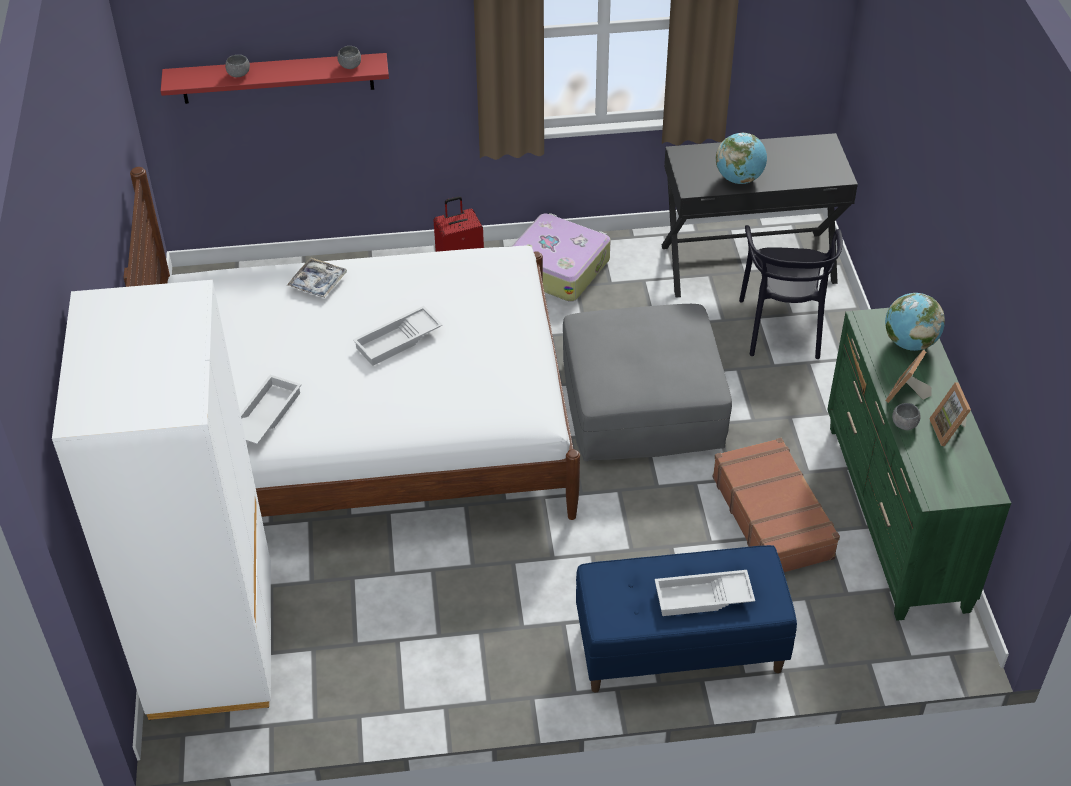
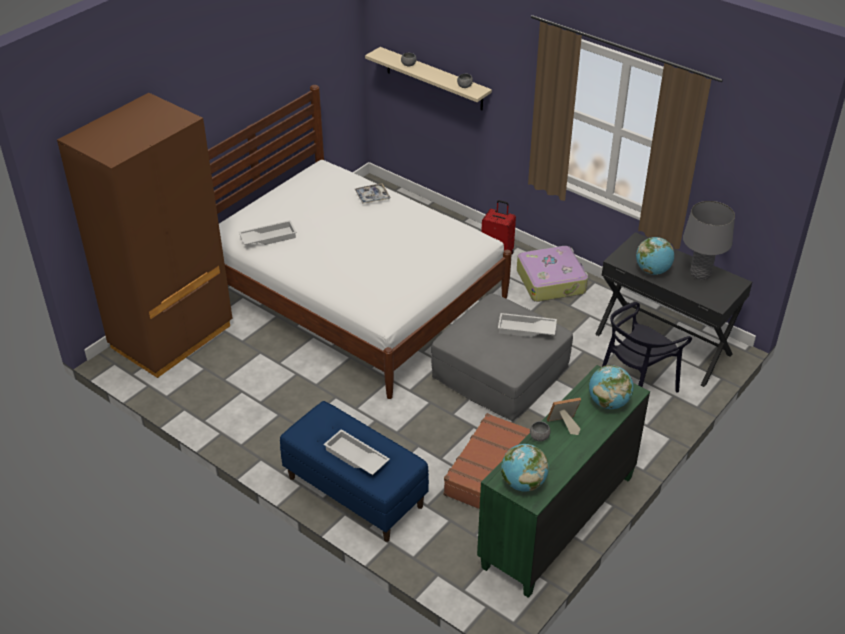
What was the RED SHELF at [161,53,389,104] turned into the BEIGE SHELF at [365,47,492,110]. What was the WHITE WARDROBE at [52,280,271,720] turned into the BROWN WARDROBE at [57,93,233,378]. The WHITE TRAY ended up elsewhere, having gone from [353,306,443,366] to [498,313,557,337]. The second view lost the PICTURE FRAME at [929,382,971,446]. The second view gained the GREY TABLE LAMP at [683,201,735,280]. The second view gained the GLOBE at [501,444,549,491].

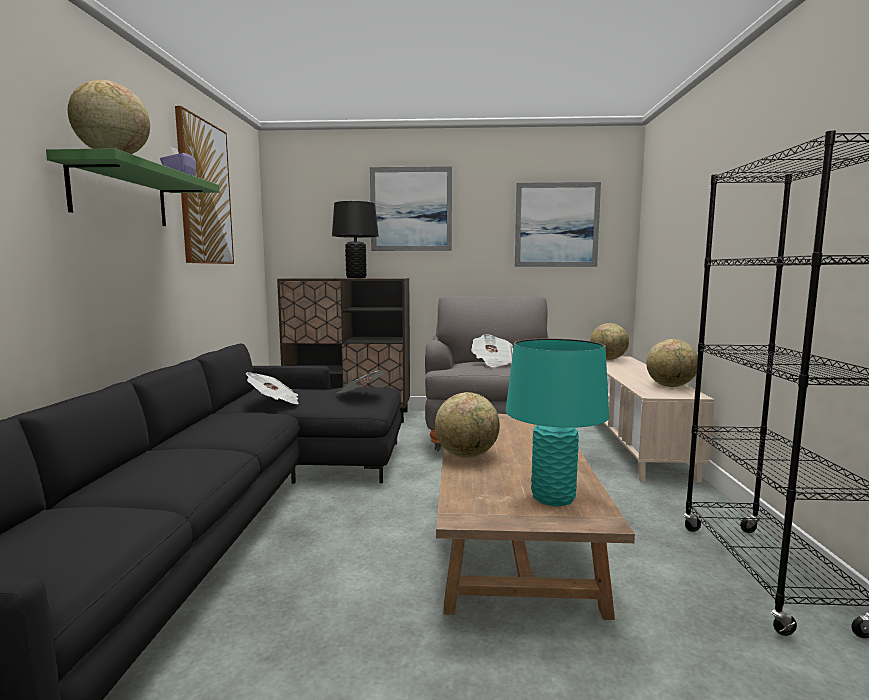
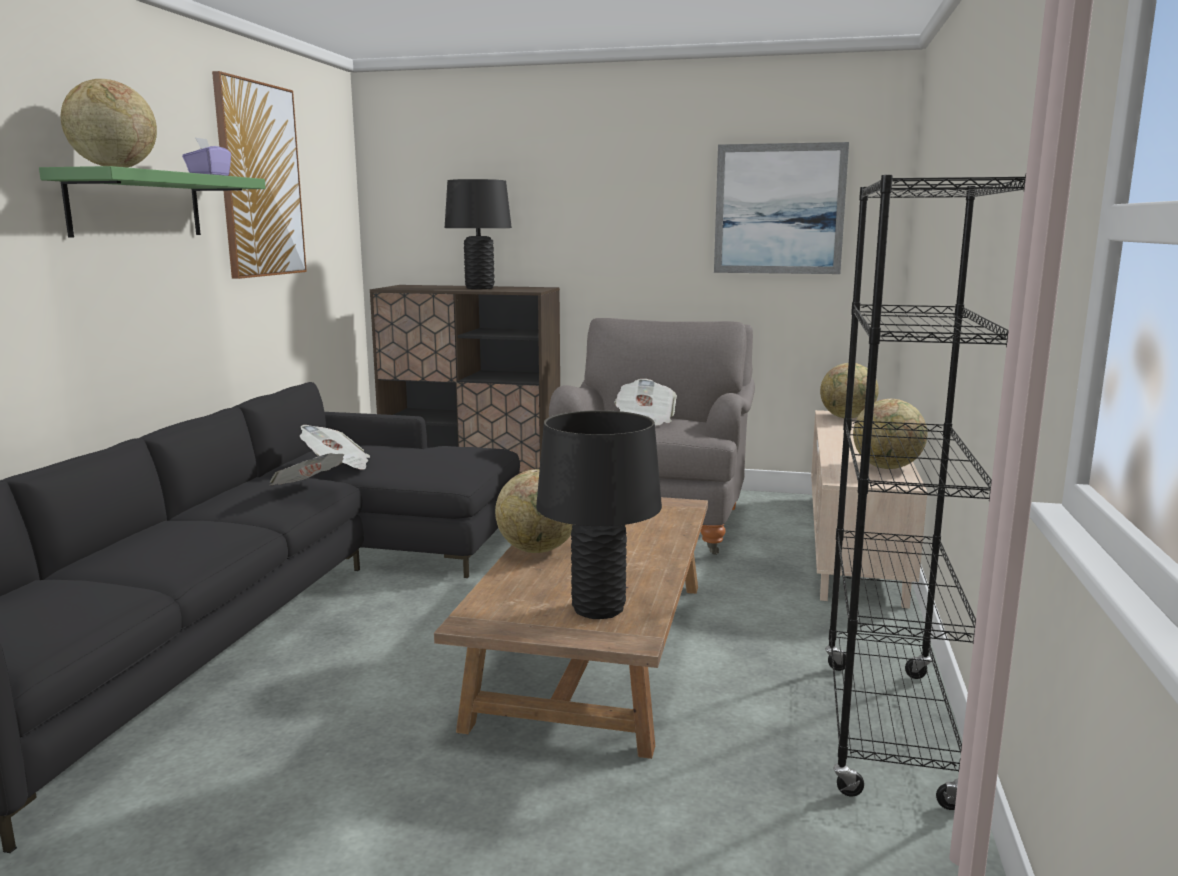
The second view lost the PICTURE at [370,166,452,251]. What was the TURQUOISE TABLE LAMP at [506,338,609,506] turned into the BLACK TABLE LAMP at [536,410,662,619]. The NEWSPAPER ended up elsewhere, having gone from [336,369,386,393] to [270,453,344,485].

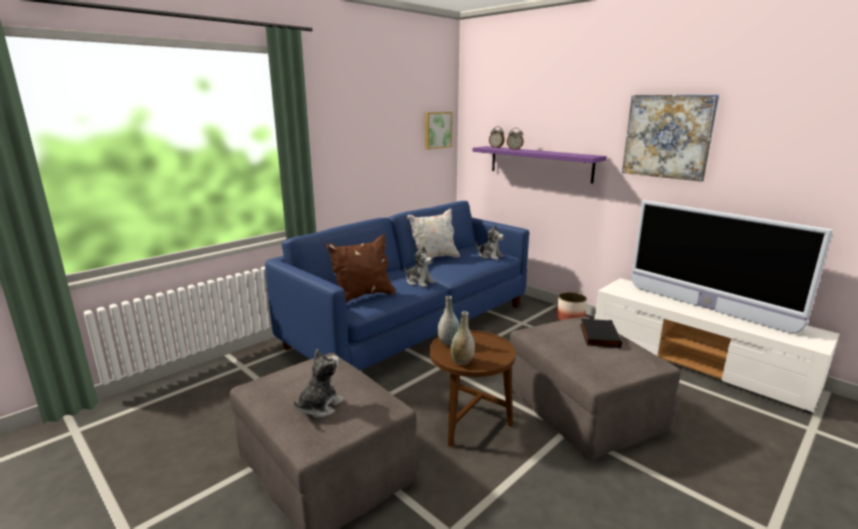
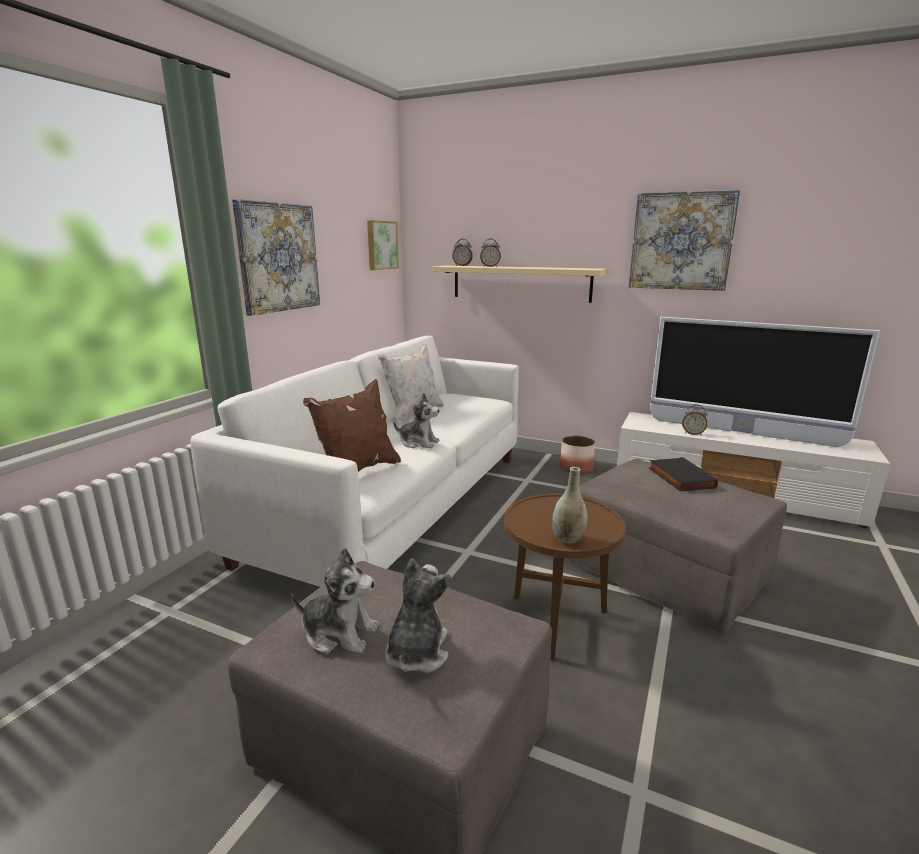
What was the PURPLE SHELF at [472,146,606,184] turned into the BEIGE SHELF at [433,266,607,303]. What was the BLUE SOFA at [265,201,529,371] turned into the WHITE SOFA at [190,336,519,587]. The PLUSH TOY ended up elsewhere, having gone from [476,225,504,260] to [291,548,379,654]. The second view lost the GREY VASE at [438,296,460,345]. The second view gained the PICTURE at [232,199,320,316]. The second view gained the ALARM CLOCK at [682,404,708,435].

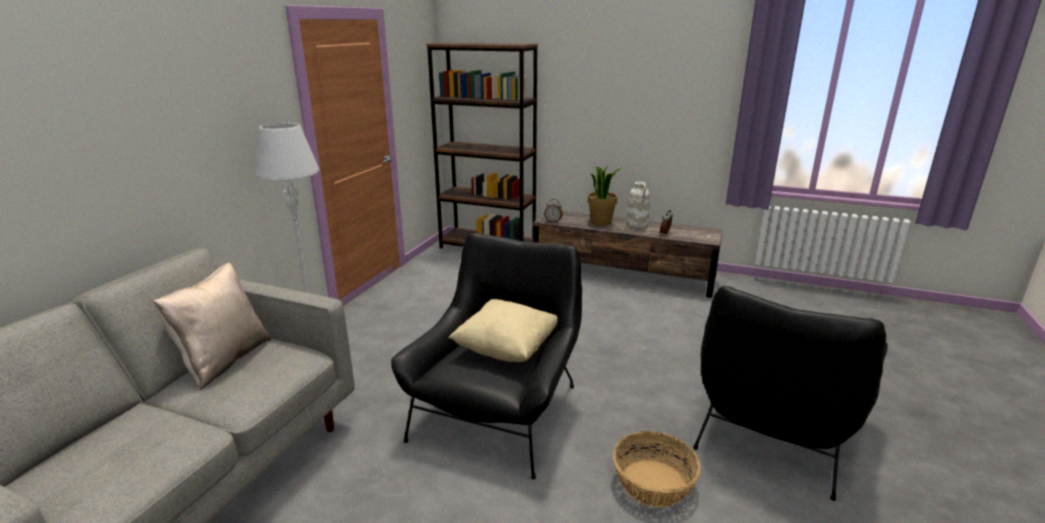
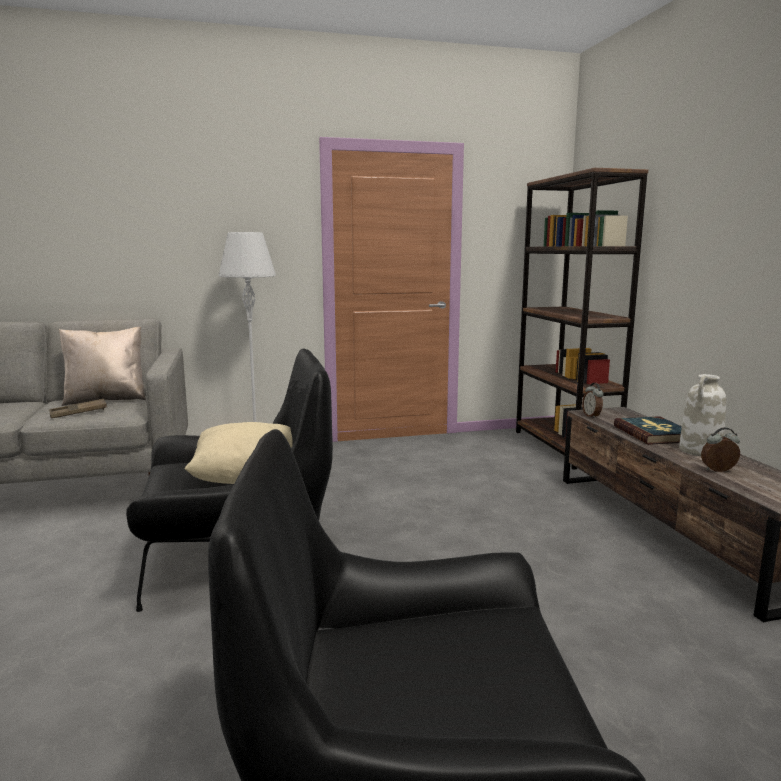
Where the POTTED PLANT stood at [587,166,623,226], the BOOK came to stand at [614,416,682,445]. The second view lost the BASKET at [613,431,701,507]. The second view gained the BROWN TRAY at [49,399,107,418].

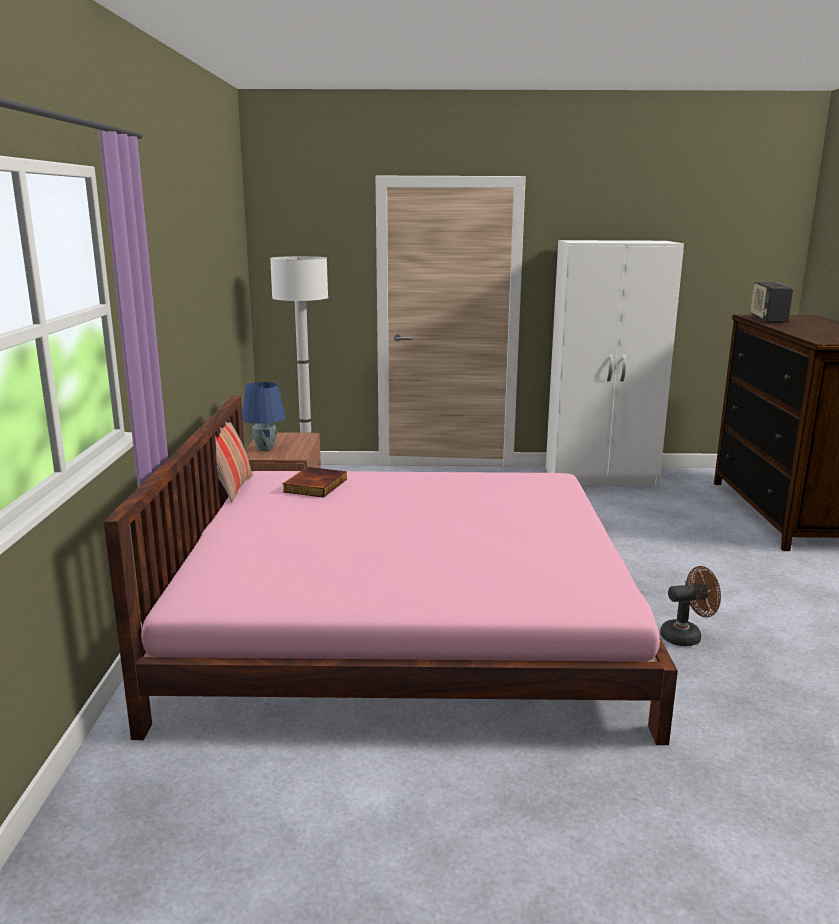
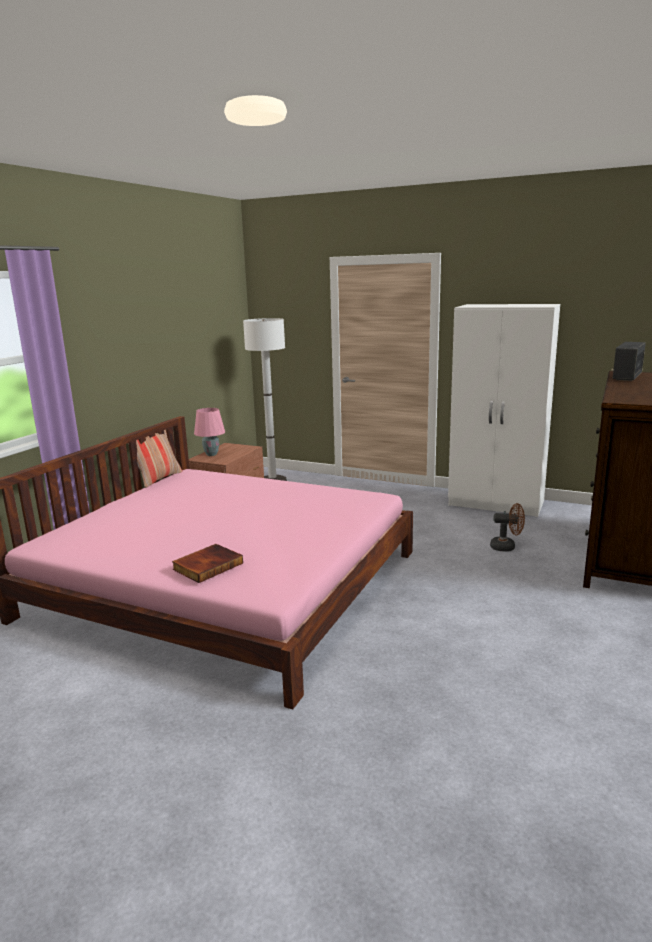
What was the BLUE TABLE LAMP at [242,382,286,451] turned into the PINK TABLE LAMP at [194,408,225,456]. The BOOK ended up elsewhere, having gone from [282,467,347,497] to [172,544,243,583]. The BROWN FAN ended up elsewhere, having gone from [660,566,721,646] to [490,503,525,552].

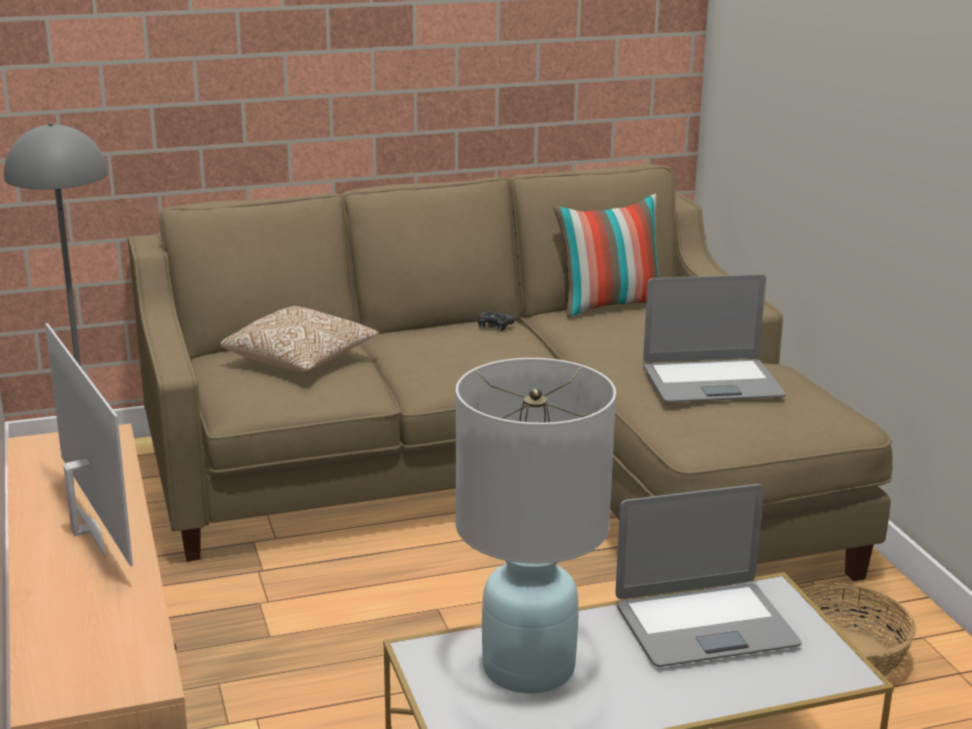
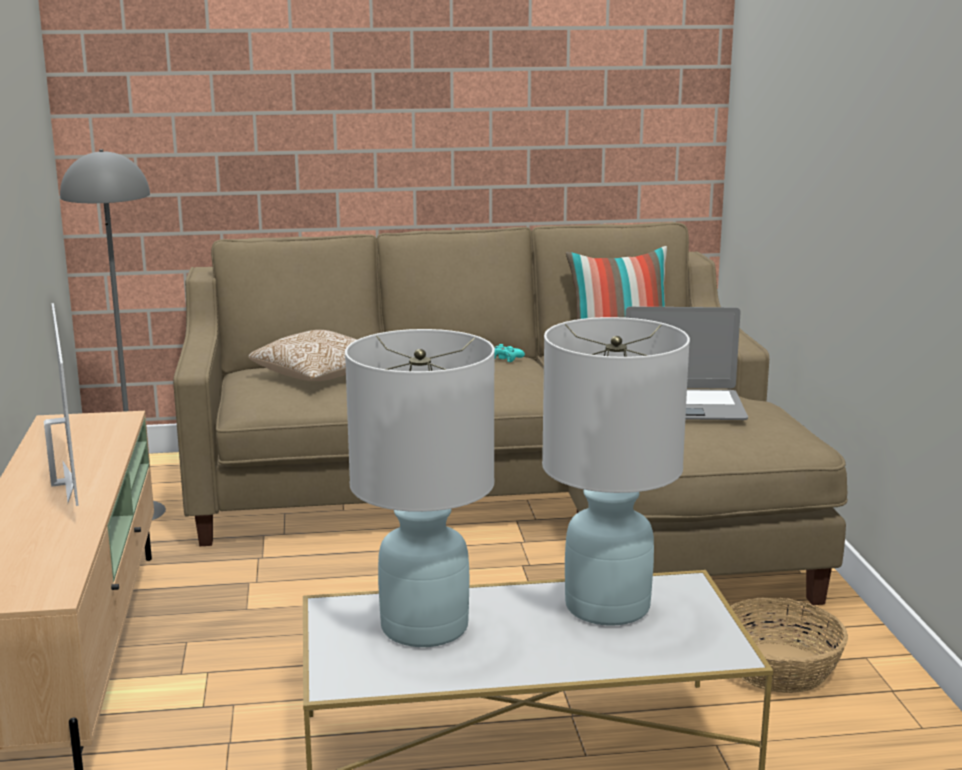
What was the BLACK GAME CONTROLLER at [478,310,515,331] turned into the TURQUOISE GAME CONTROLLER at [494,344,525,362]. Where the LAPTOP stood at [615,484,802,667], the WHITE TABLE LAMP came to stand at [542,317,690,625].

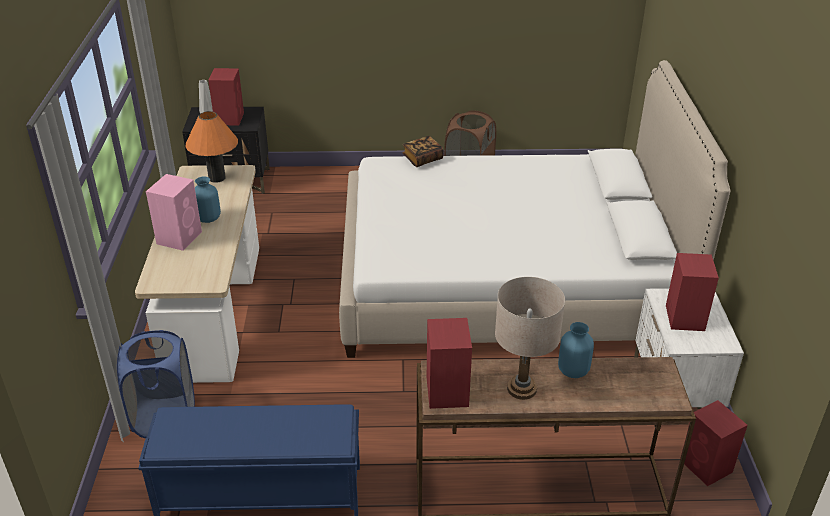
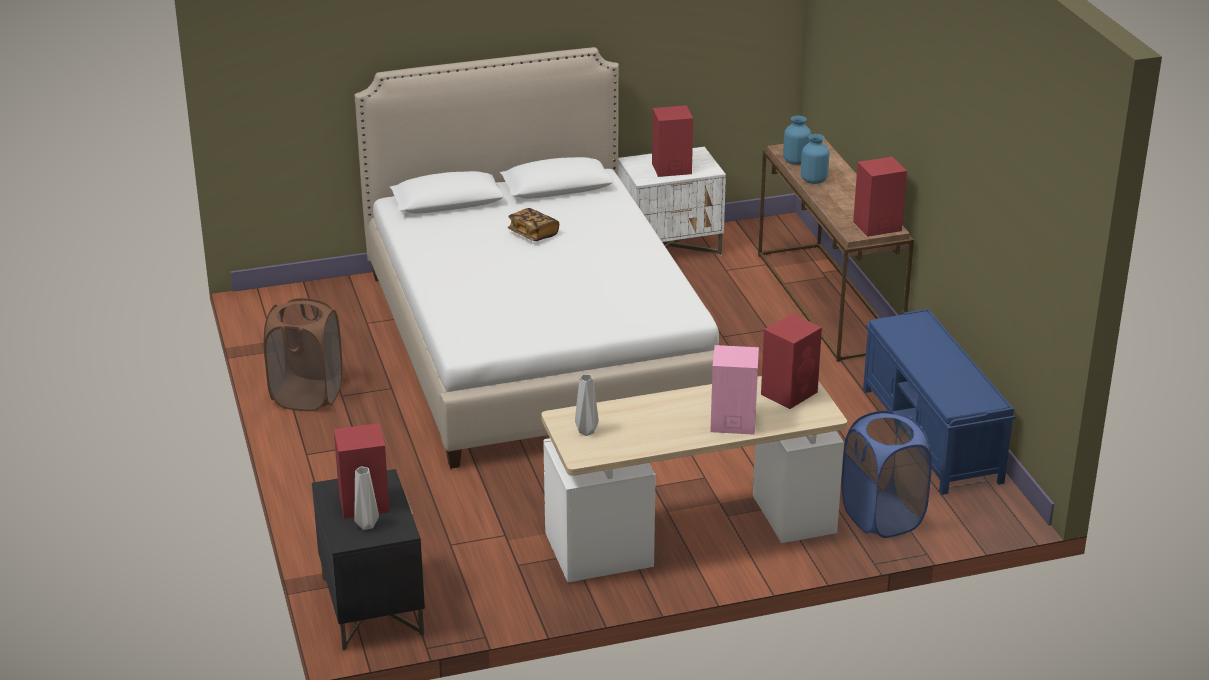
Where the ORANGE TABLE LAMP stood at [186,111,238,183], the GREY VASE came to stand at [575,374,599,436]. The BOOK ended up elsewhere, having gone from [402,136,444,167] to [508,208,559,241]. The BLUE VASE ended up elsewhere, having gone from [195,177,221,223] to [783,116,811,165]. The second view lost the BEIGE TABLE LAMP at [495,277,565,400]. The RED SPEAKER ended up elsewhere, having gone from [680,400,748,486] to [761,314,822,409].

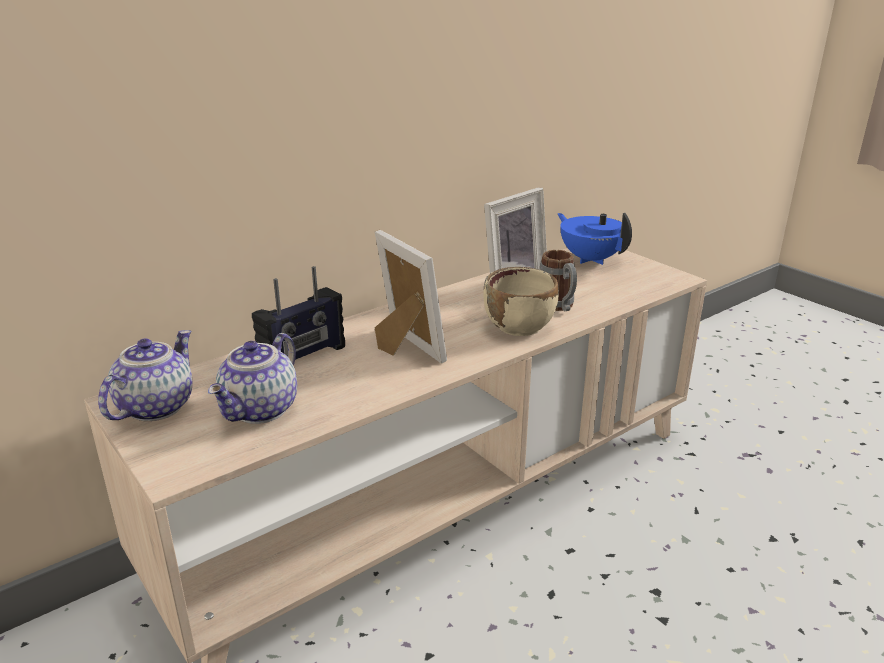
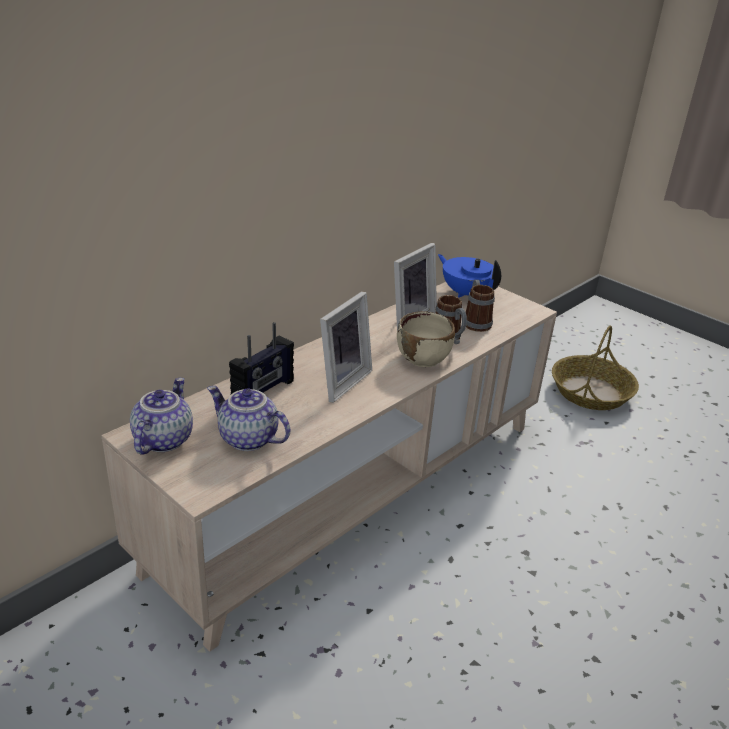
The PICTURE FRAME at [375,230,447,364] ended up facing another way, 75 degrees clockwise from before. The TEAPOT at [208,333,297,424] ended up facing another way, 105 degrees clockwise from before. The second view gained the MUG at [466,280,495,332]. The second view gained the BASKET at [552,326,639,410].

